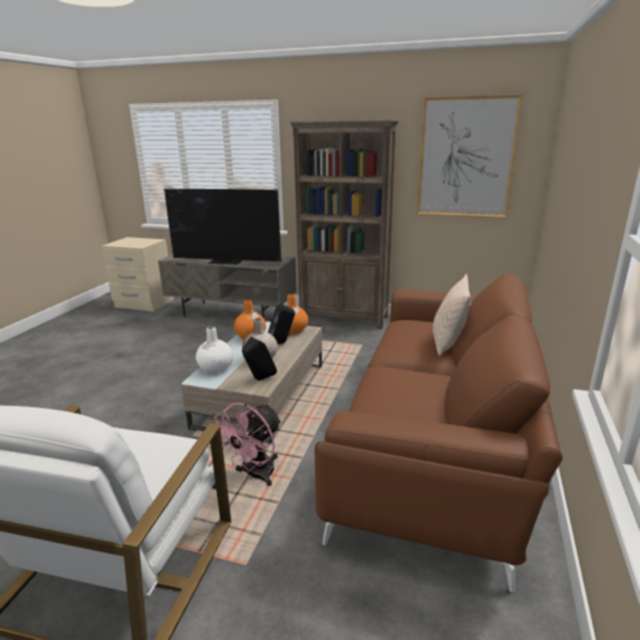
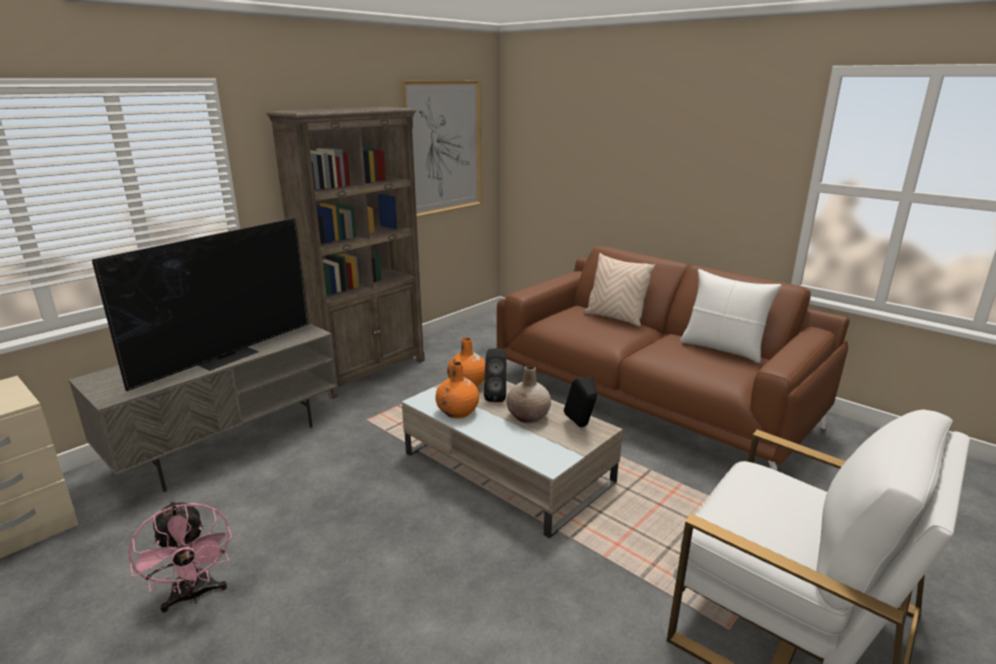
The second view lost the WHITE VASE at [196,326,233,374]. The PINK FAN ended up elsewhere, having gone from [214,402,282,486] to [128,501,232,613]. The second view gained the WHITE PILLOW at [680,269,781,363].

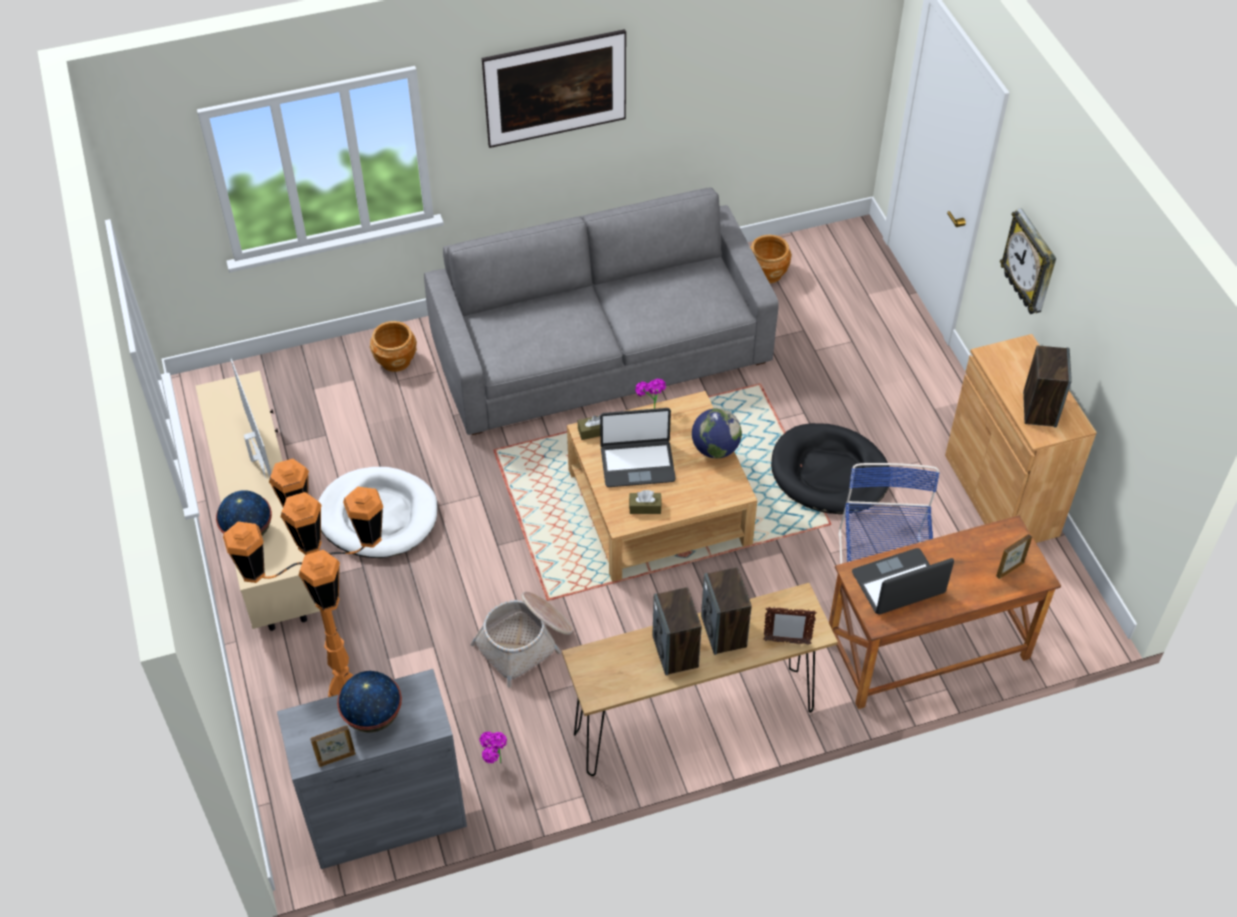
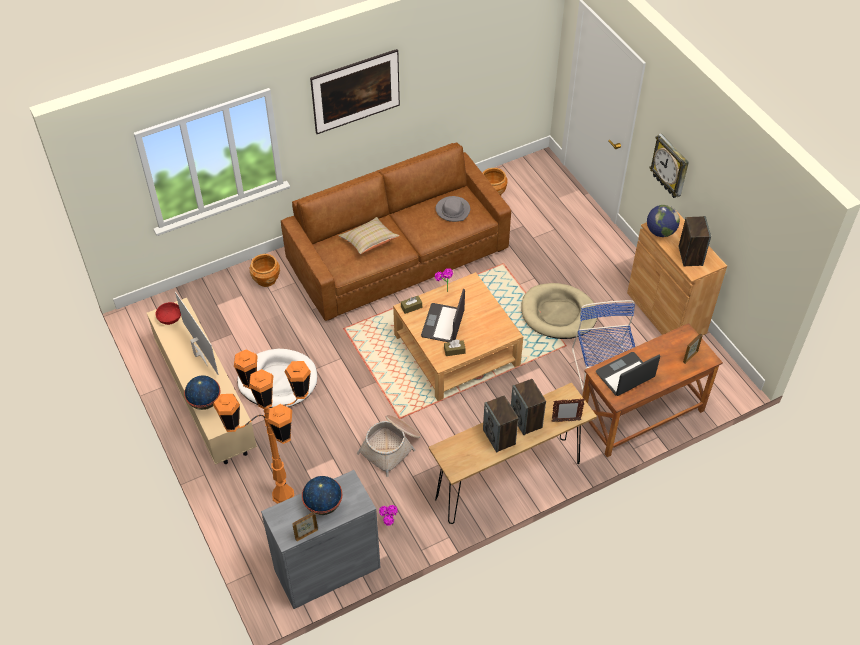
What was the GREY SOFA at [424,188,779,435] turned into the BROWN SOFA at [281,143,511,321]. The LAPTOP at [600,408,676,487] ended up facing another way, 120 degrees clockwise from before. The GLOBE ended up elsewhere, having gone from [692,408,742,458] to [647,205,680,237]. What was the BLACK DOG BED at [771,423,891,514] turned into the BEIGE DOG BED at [521,283,598,339]. The second view gained the GREY HAT at [436,196,470,222]. The second view gained the BEIGE PILLOW at [338,217,400,254]. The second view gained the RED BOWL at [156,302,181,325].

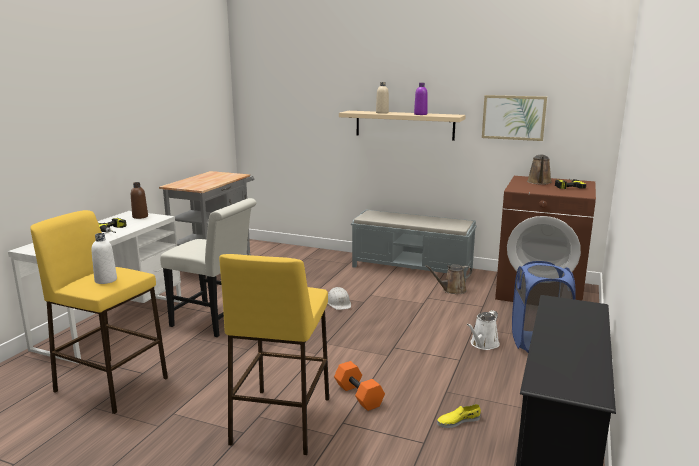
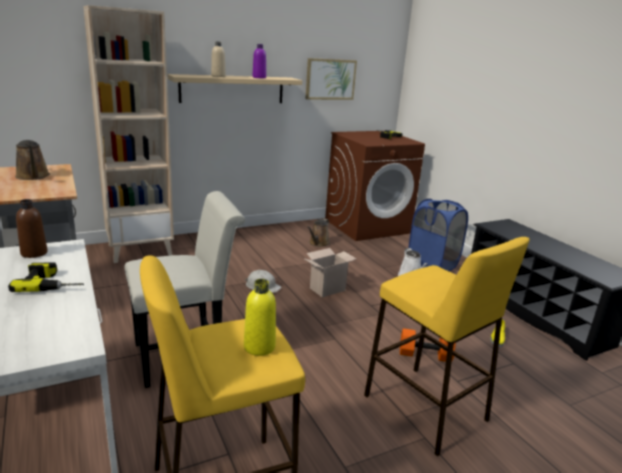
The BROWN WATERING CAN ended up elsewhere, having gone from [527,155,552,185] to [15,140,50,180]. The second view lost the GREY BENCH at [351,210,477,282]. What was the WHITE BOTTLE at [91,233,117,284] turned into the YELLOW BOTTLE at [244,279,276,356]. The second view gained the BEIGE BOOKCASE at [83,5,174,263]. The second view gained the CARDBOARD BOX at [305,248,357,298].

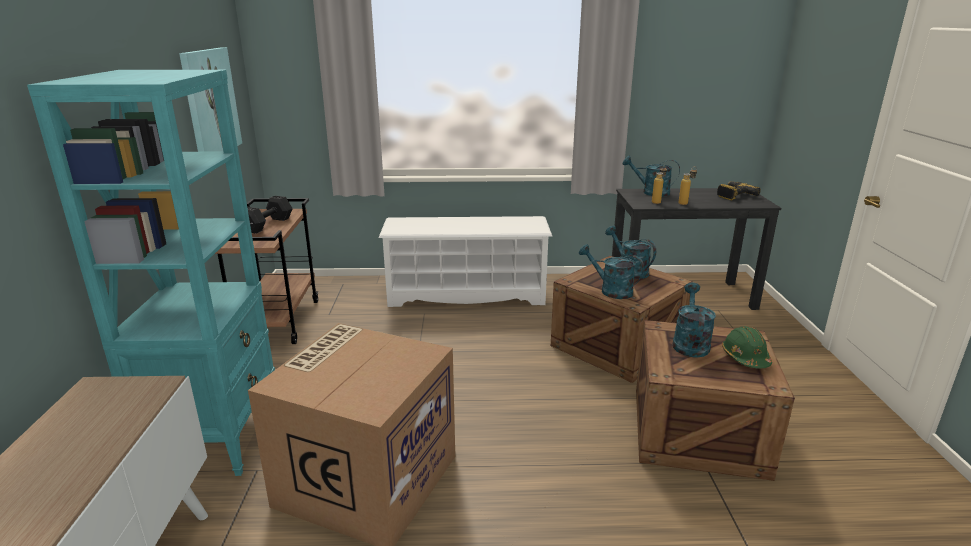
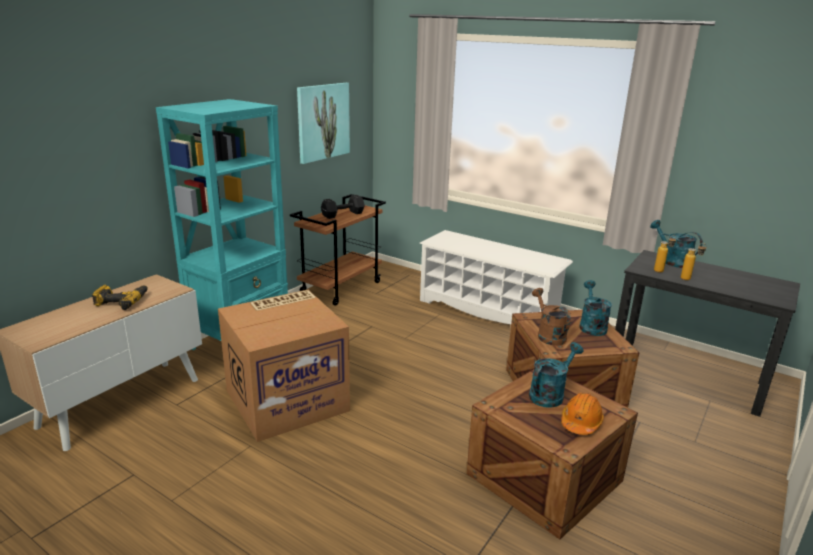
The POWER DRILL ended up elsewhere, having gone from [717,181,761,200] to [92,285,148,310]. What was the TURQUOISE WATERING CAN at [579,244,644,299] turned into the BROWN WATERING CAN at [532,288,571,346]. What was the GREEN HARD HAT at [722,326,772,369] turned into the ORANGE HARD HAT at [561,393,604,435].

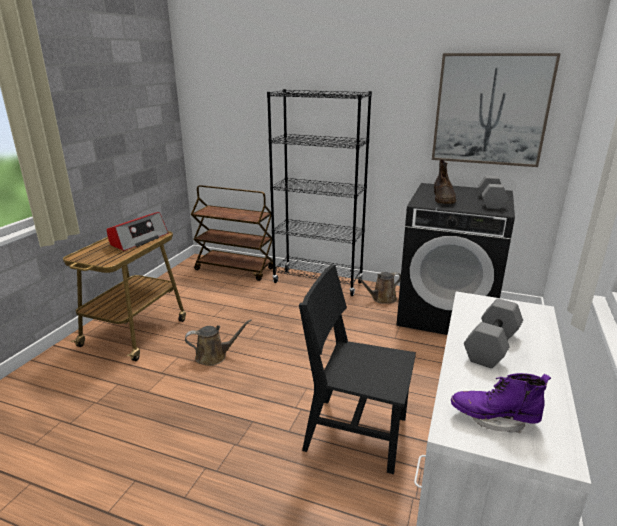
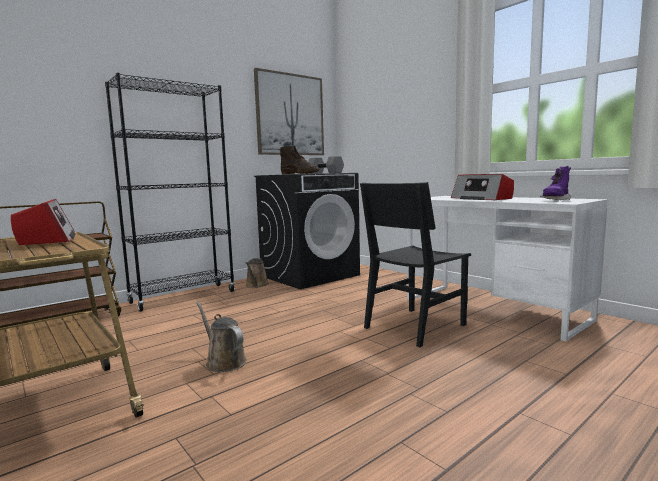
Where the GREY DUMBBELL stood at [464,298,523,368], the RADIO came to stand at [451,174,514,200]. The BROWN WATERING CAN at [185,319,252,366] ended up facing another way, 60 degrees counterclockwise from before.

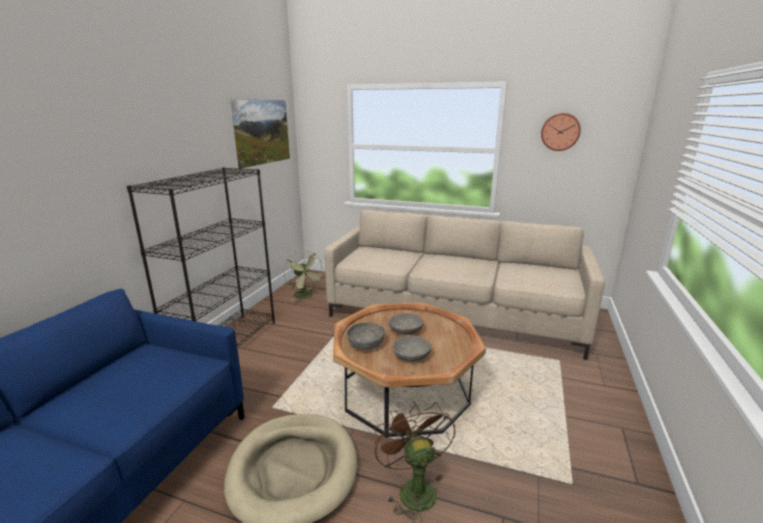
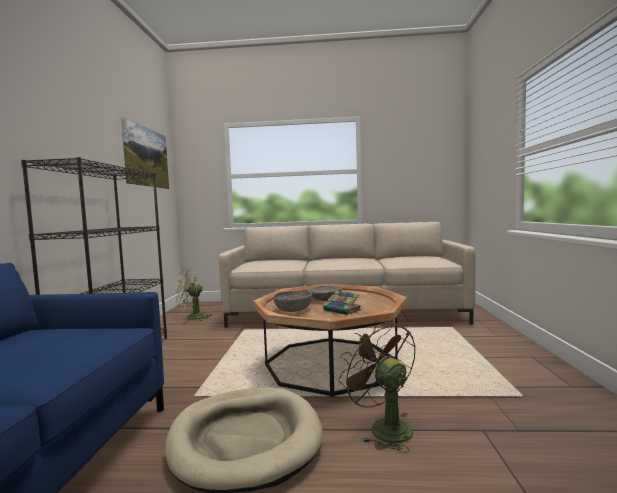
The second view lost the WALL CLOCK at [541,113,581,151]. The GREEN FAN at [284,250,323,301] ended up facing another way, 105 degrees clockwise from before. Where the GREY BOWL stood at [392,336,432,362], the BOOK came to stand at [323,291,362,315].

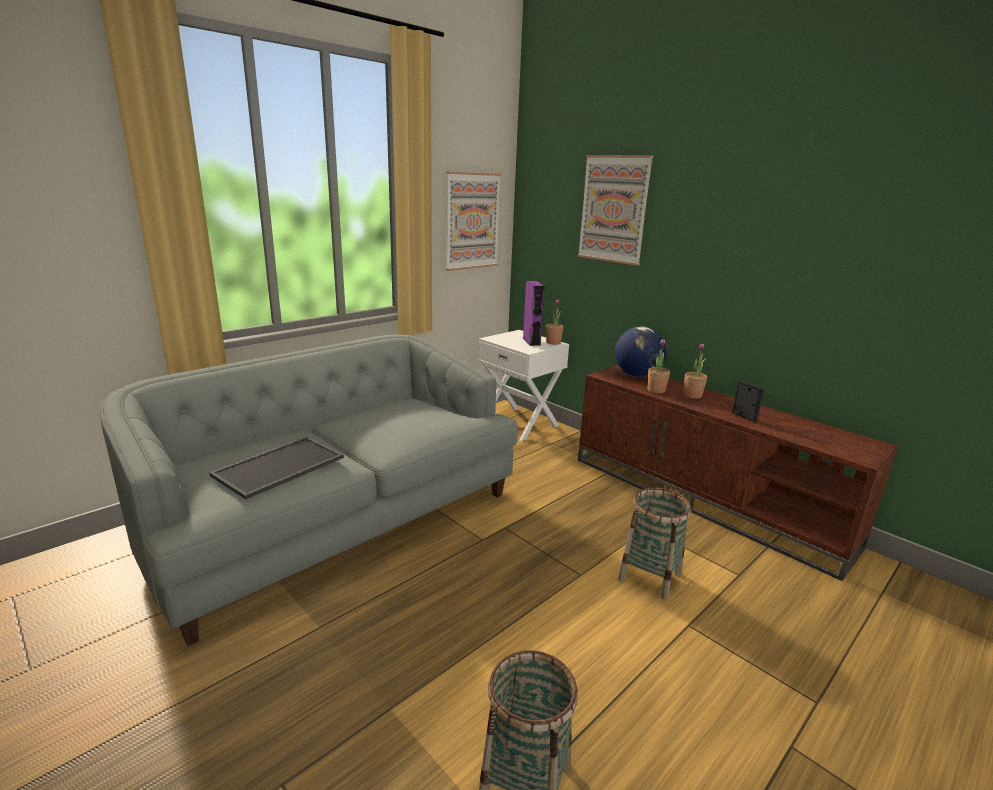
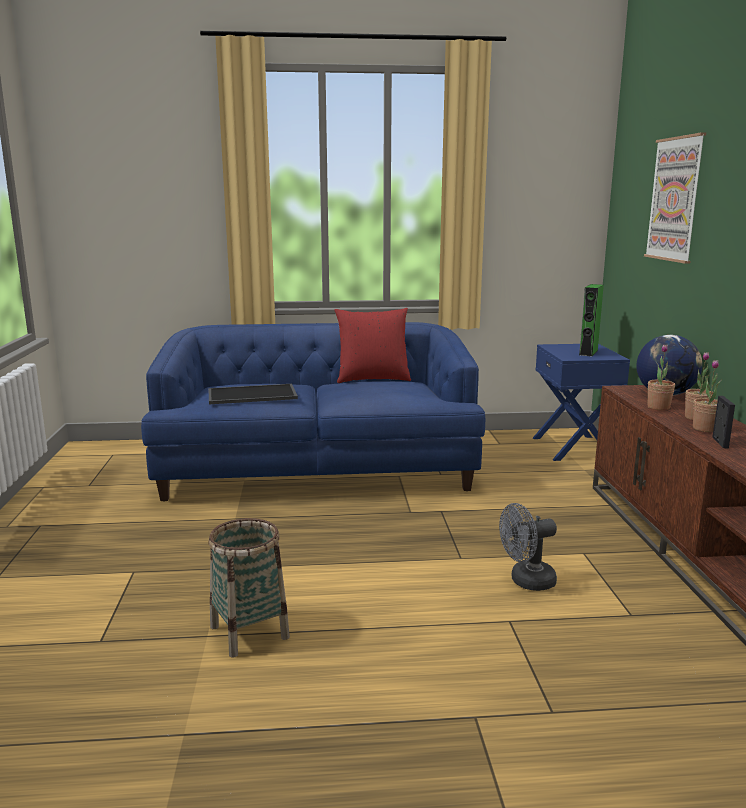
The second view lost the PICTURE at [446,172,501,271]. What was the PURPLE SPEAKER at [523,281,545,346] turned into the GREEN SPEAKER at [579,284,604,357]. The POTTED PLANT ended up elsewhere, having gone from [546,300,564,345] to [693,360,721,432]. What was the WHITE NIGHTSTAND at [478,330,569,441] turned into the BLUE NIGHTSTAND at [533,344,630,461]. What was the GREY SOFA at [100,334,518,646] turned into the BLUE SOFA at [141,322,485,501]. Where the BASKET stood at [618,488,692,600], the GREY FAN came to stand at [499,503,557,591]. The second view gained the RED PILLOW at [334,308,411,383].

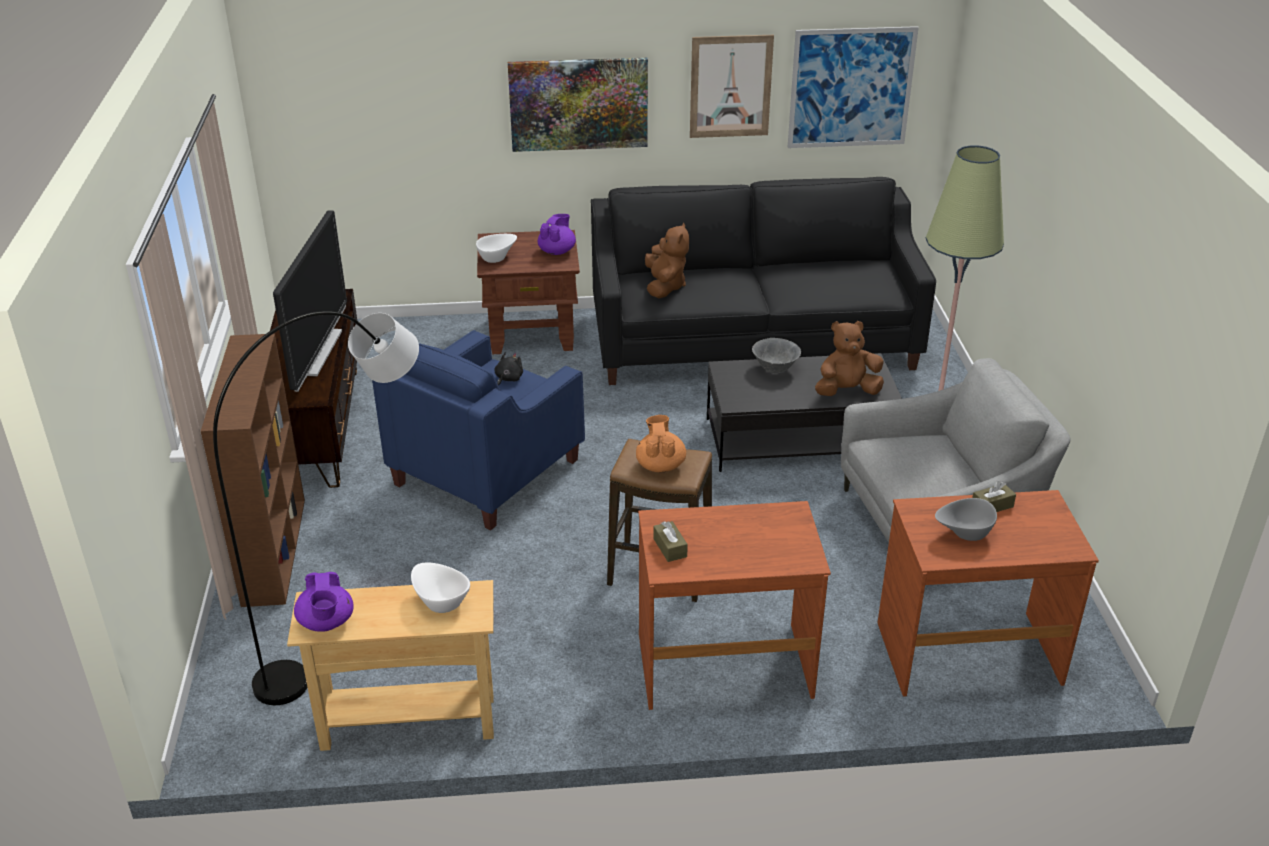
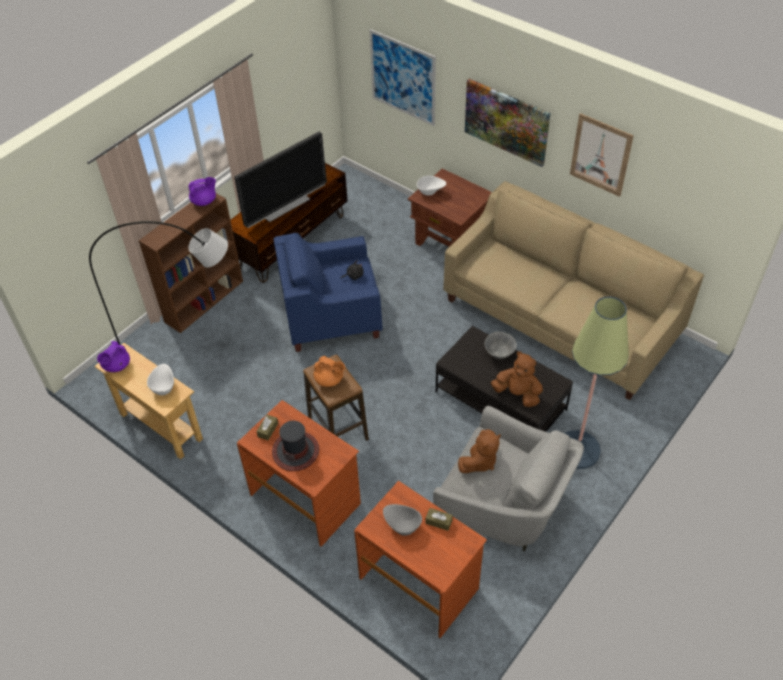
The PICTURE ended up elsewhere, having gone from [788,26,919,148] to [370,29,436,126]. What was the BLACK SOFA at [591,177,936,385] turned into the BEIGE SOFA at [443,181,704,400]. The PURPLE TEAPOT ended up elsewhere, having gone from [538,214,576,255] to [188,177,216,206]. The BROWN PLUSH TOY ended up elsewhere, having gone from [645,223,689,298] to [458,429,501,473]. The ORANGE TEAPOT at [636,415,686,472] ended up facing another way, 75 degrees clockwise from before. The second view gained the HAT at [272,421,320,471].

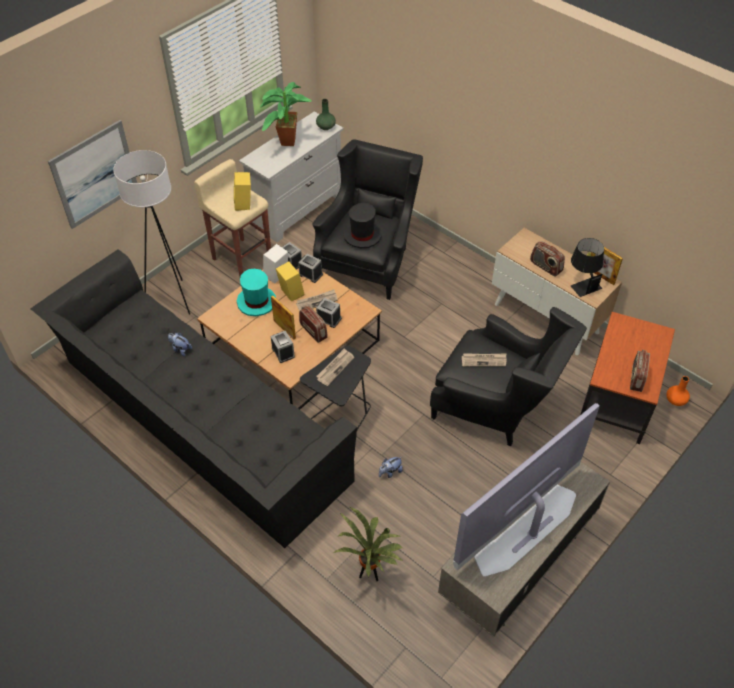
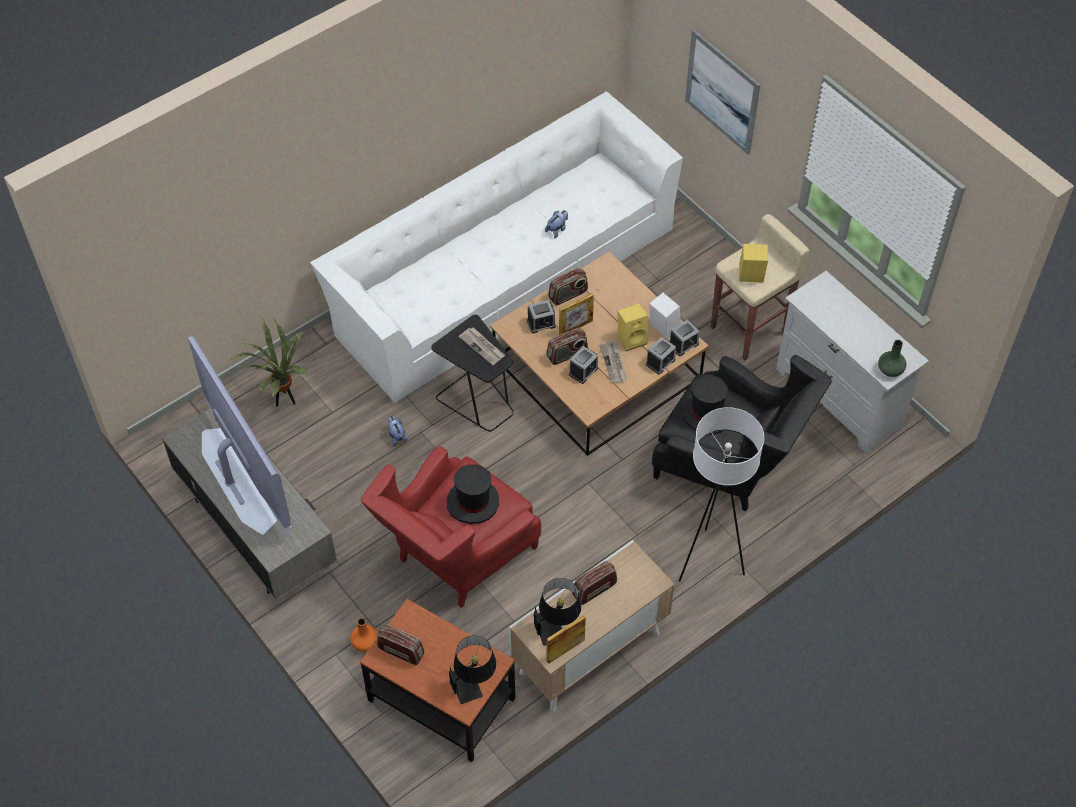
The second view lost the POTTED PLANT at [260,82,312,146]. The WHITE FLOOR LAMP ended up elsewhere, having gone from [113,150,190,315] to [679,407,764,582]. What was the BLACK SOFA at [30,249,357,548] turned into the WHITE SOFA at [310,91,683,403]. The second view lost the TURQUOISE HAT at [237,269,276,316]. What was the BLACK ARMCHAIR at [430,307,587,446] turned into the RED ARMCHAIR at [361,446,541,608]. Where the NEWSPAPER stood at [462,353,506,367], the BLACK HAT came to stand at [447,464,499,524]. The ORANGE VASE ended up elsewhere, having gone from [666,376,690,406] to [350,618,378,652]. The second view gained the RADIO at [548,268,588,306]. The second view gained the BLACK TABLE LAMP at [449,635,496,704].

